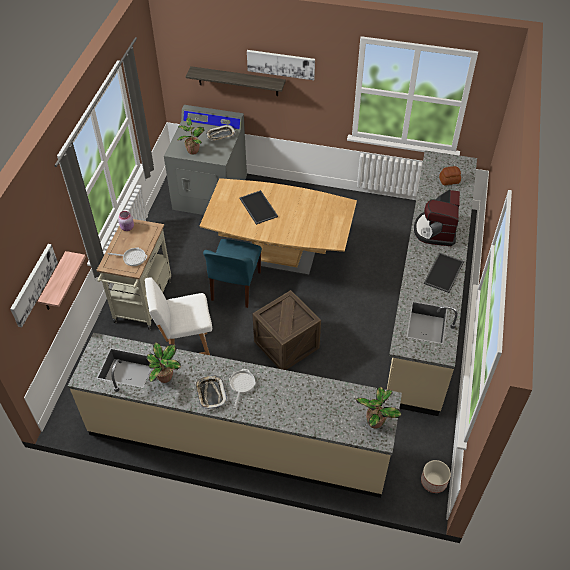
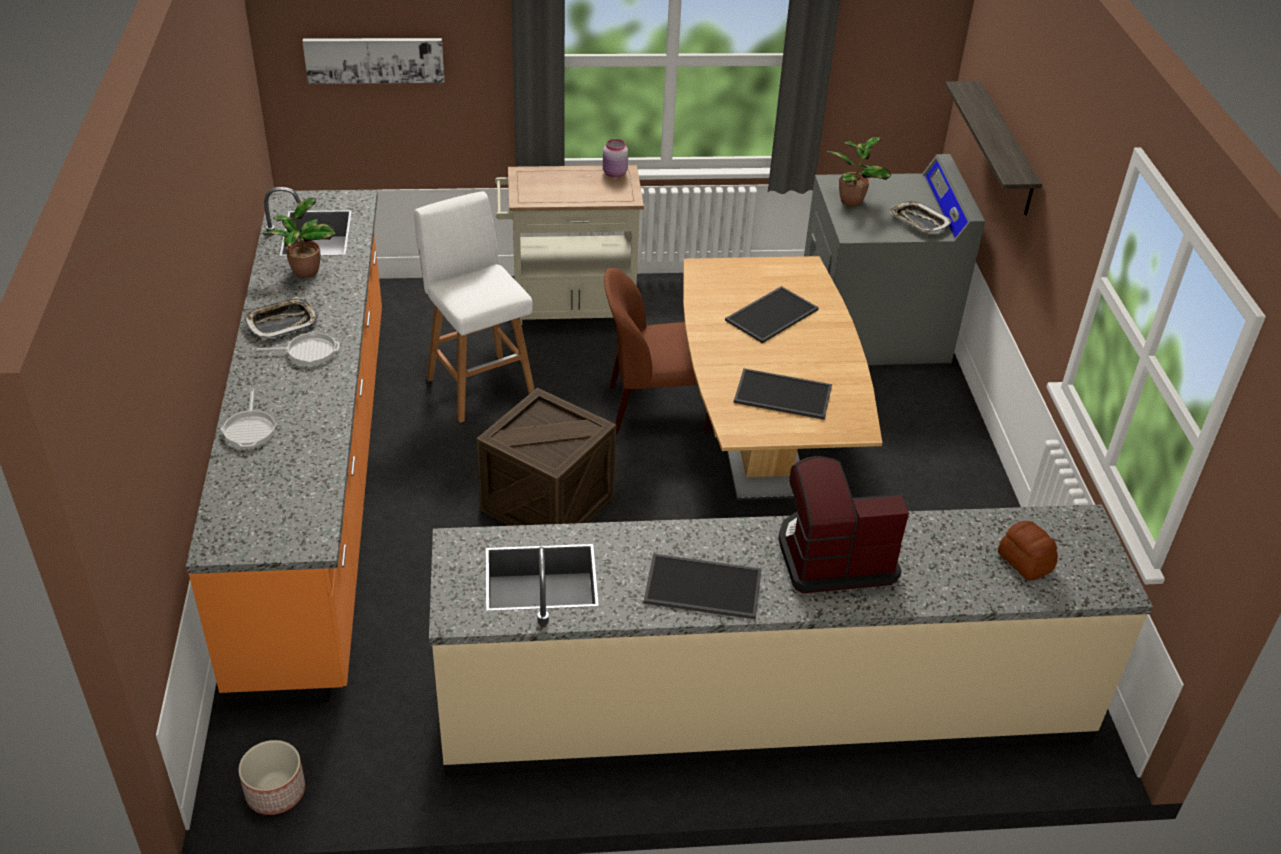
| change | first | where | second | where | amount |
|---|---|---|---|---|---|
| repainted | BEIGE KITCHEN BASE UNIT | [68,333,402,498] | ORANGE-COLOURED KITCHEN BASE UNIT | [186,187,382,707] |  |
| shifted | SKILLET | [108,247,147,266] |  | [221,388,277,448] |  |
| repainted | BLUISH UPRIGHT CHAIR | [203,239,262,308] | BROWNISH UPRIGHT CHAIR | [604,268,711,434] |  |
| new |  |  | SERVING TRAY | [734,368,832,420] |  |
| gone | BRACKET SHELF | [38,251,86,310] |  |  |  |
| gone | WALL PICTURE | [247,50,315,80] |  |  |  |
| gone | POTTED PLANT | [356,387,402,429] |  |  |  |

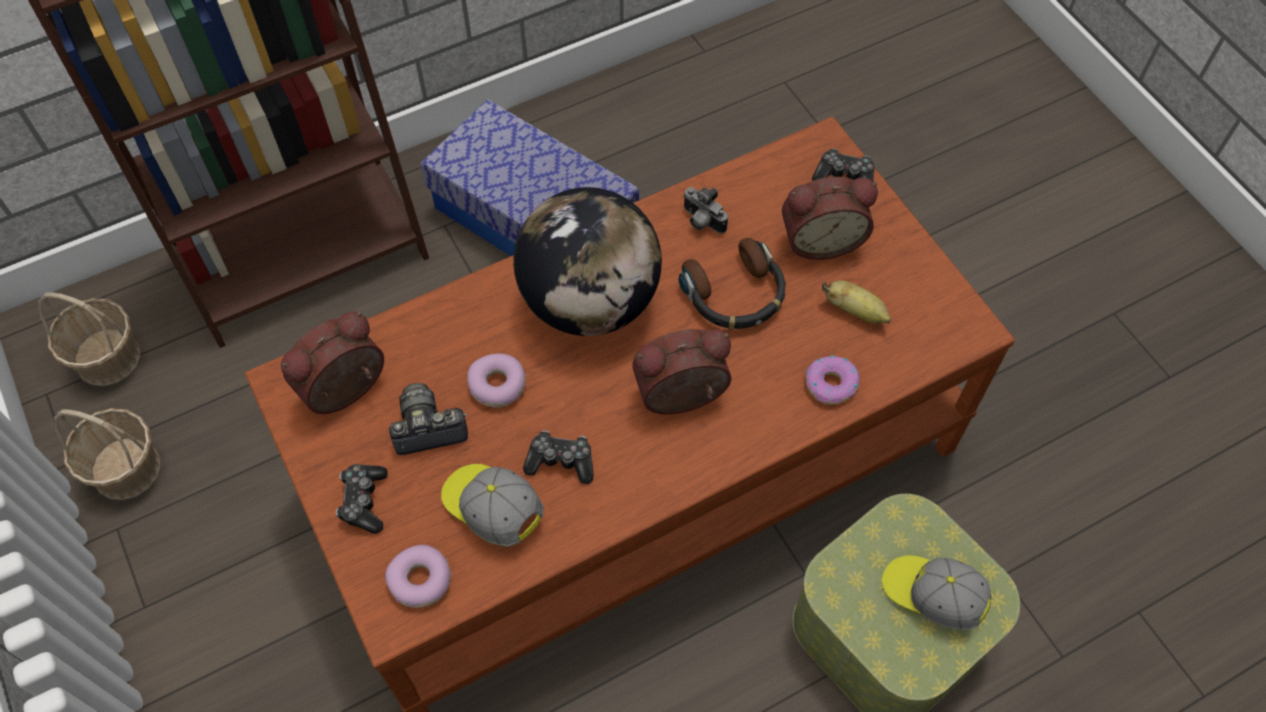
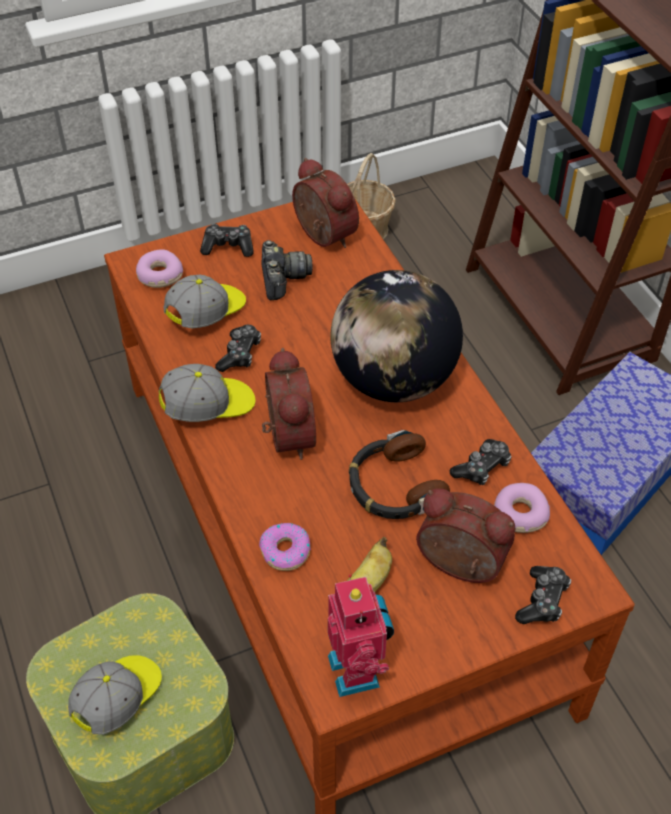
| change | first | where | second | where | amount |
|---|---|---|---|---|---|
| new |  |  | CAP | [159,364,256,422] |  |
| new |  |  | TOY ROBOT | [328,574,394,697] |  |
| rotated | TABLE CLOCK | [782,177,878,260] |  | [416,488,515,583] | 120 degrees clockwise |
| swapped | PHOTO CAMERA | [683,187,728,234] | JOYPAD | [450,439,512,485] |  |
| shifted | DONUT | [467,353,526,407] |  | [494,483,550,533] |  |
| gone | HOUSEHOLD BASKET | [38,293,140,386] |  |  |  |

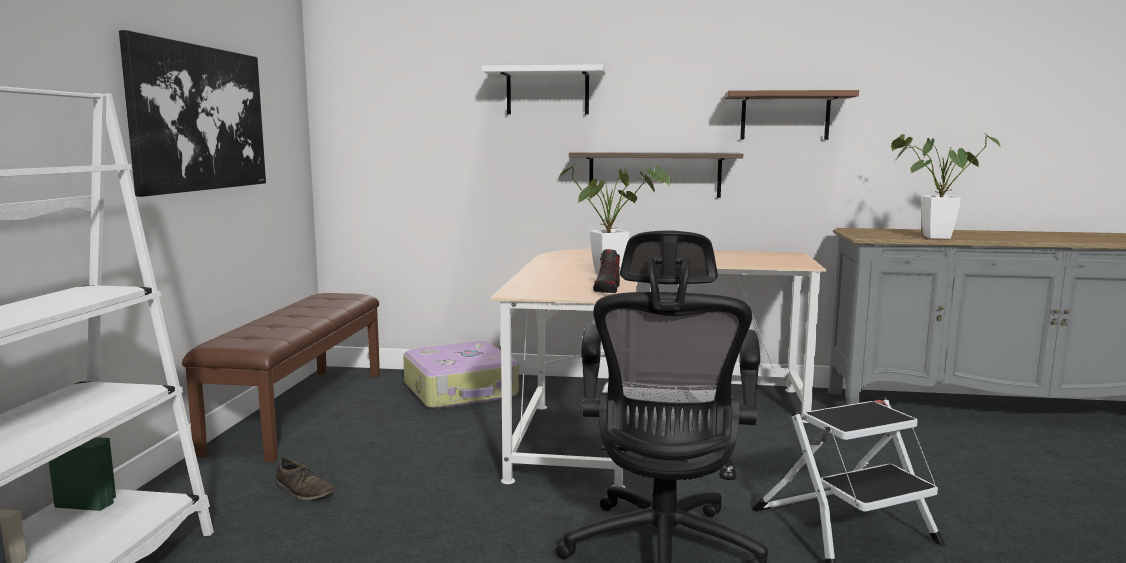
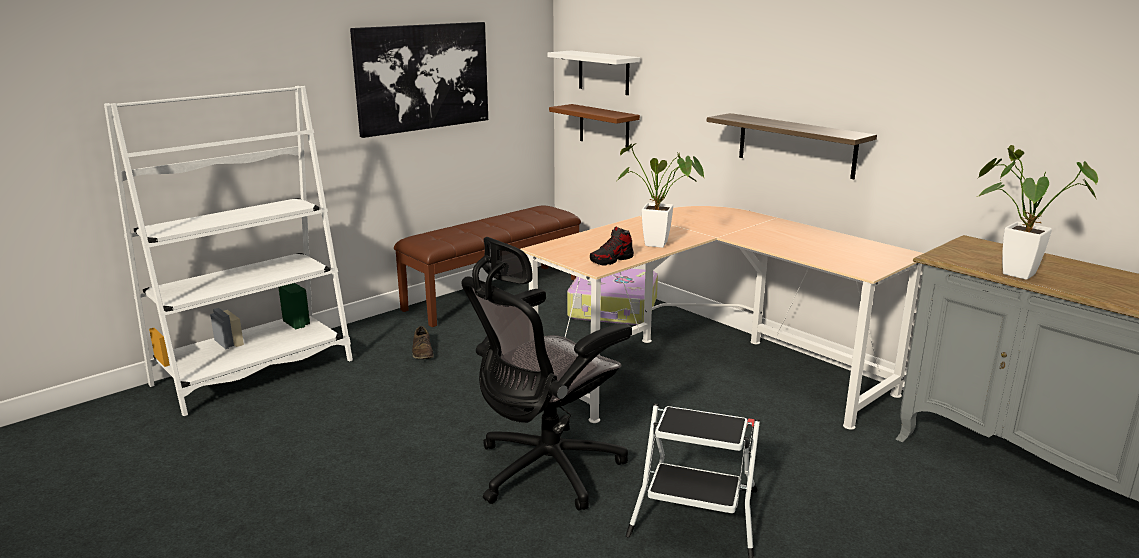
| change | first | where | second | where | amount |
|---|---|---|---|---|---|
| shifted | WHITE-COLOURED BRACKET SHELF | [482,64,606,114] |  | [547,51,640,95] |  |
| shifted | BROWNISH BRACKET SHELF | [725,90,859,140] |  | [549,104,640,151] |  |

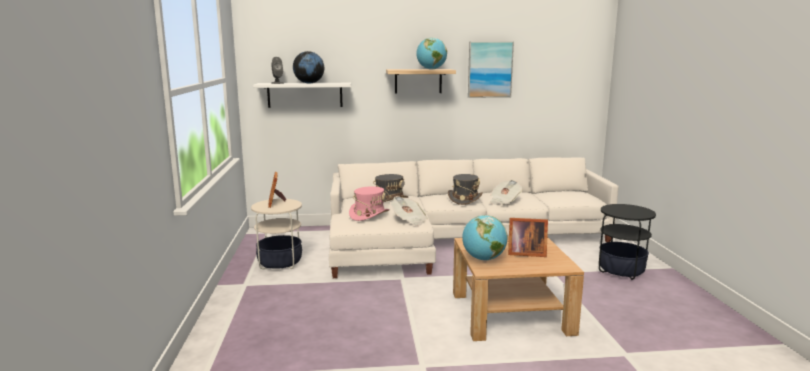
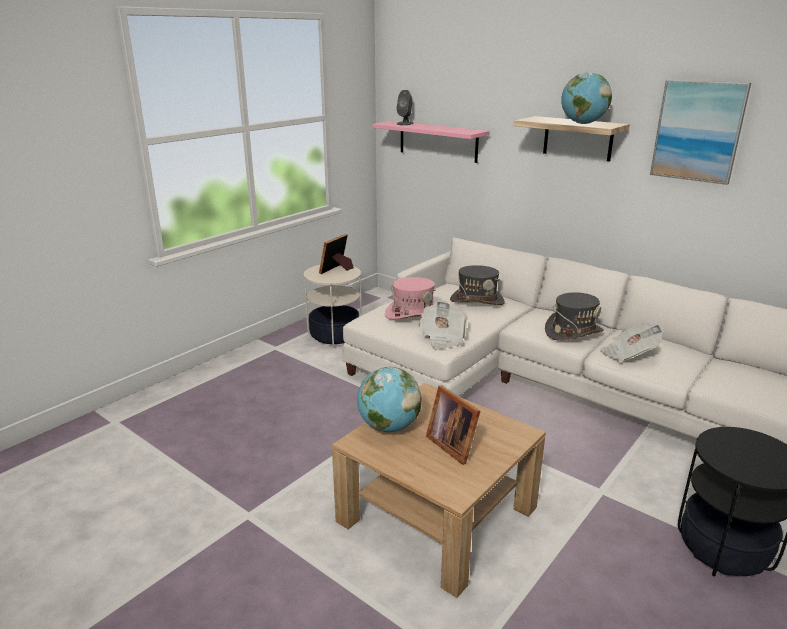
| change | first | where | second | where | amount |
|---|---|---|---|---|---|
| repainted | WHITE-COLOURED BRACKET SHELF | [253,83,351,108] | PINK BRACKET SHELF | [372,121,490,163] |  |
| gone | GLOBE | [293,51,324,83] |  |  |  |

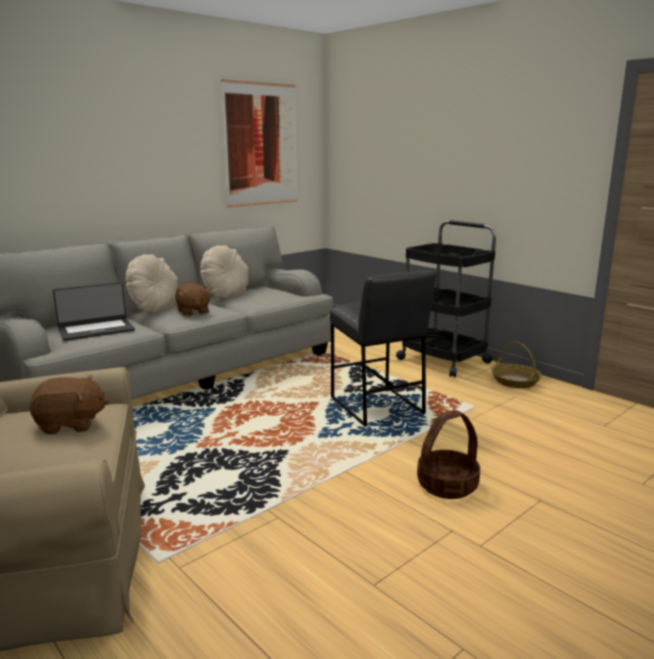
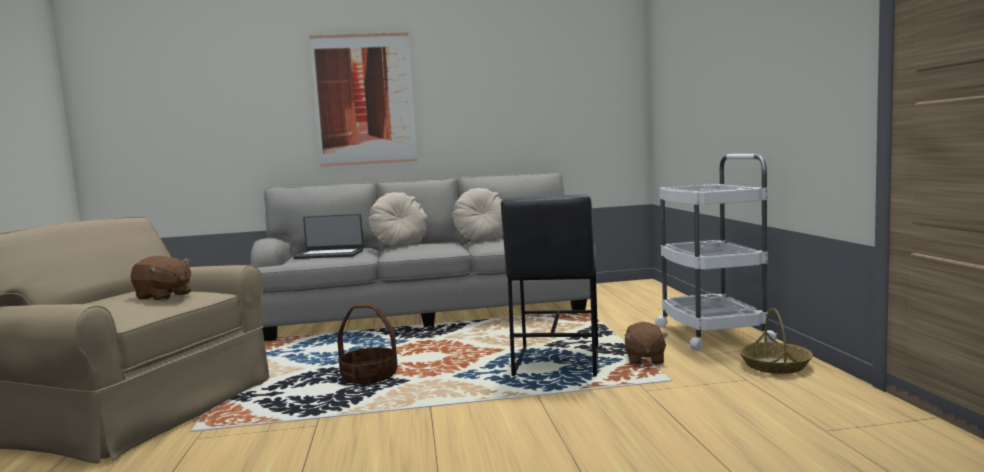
| change | first | where | second | where | amount |
|---|---|---|---|---|---|
| shifted | WALL PICTURE | [221,79,297,207] |  | [309,32,417,167] |  |
| shifted | HOUSEHOLD BASKET | [417,410,480,499] |  | [337,304,398,384] |  |
| shifted | BROWNISH CUDDLY TOY | [175,283,211,316] |  | [624,322,668,365] |  |
| repainted | BLACK-COLOURED CART | [396,220,496,377] | WHITE-COLOURED CART | [655,154,777,351] |  |

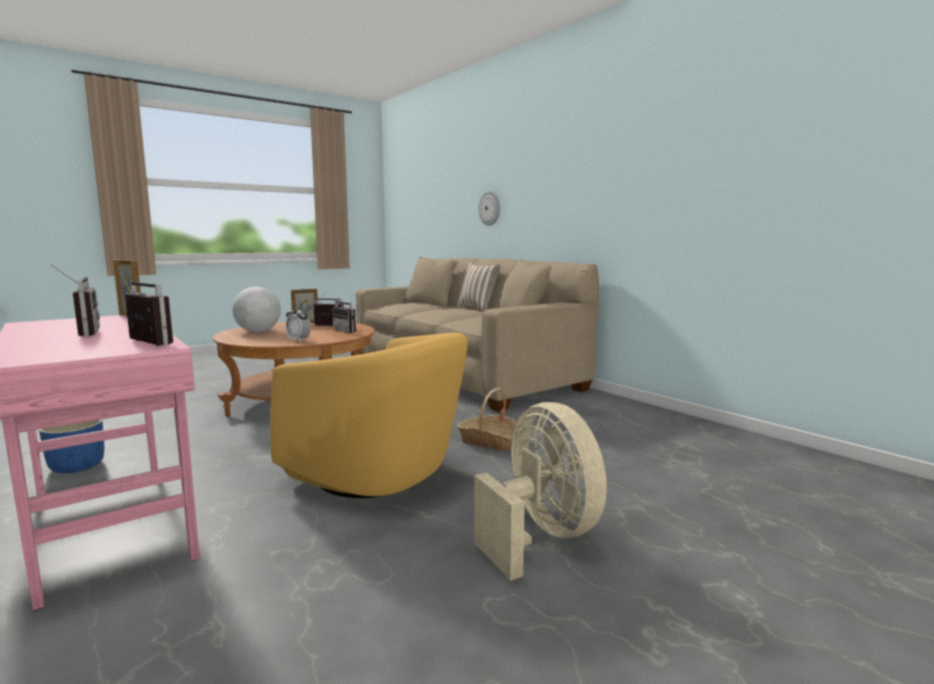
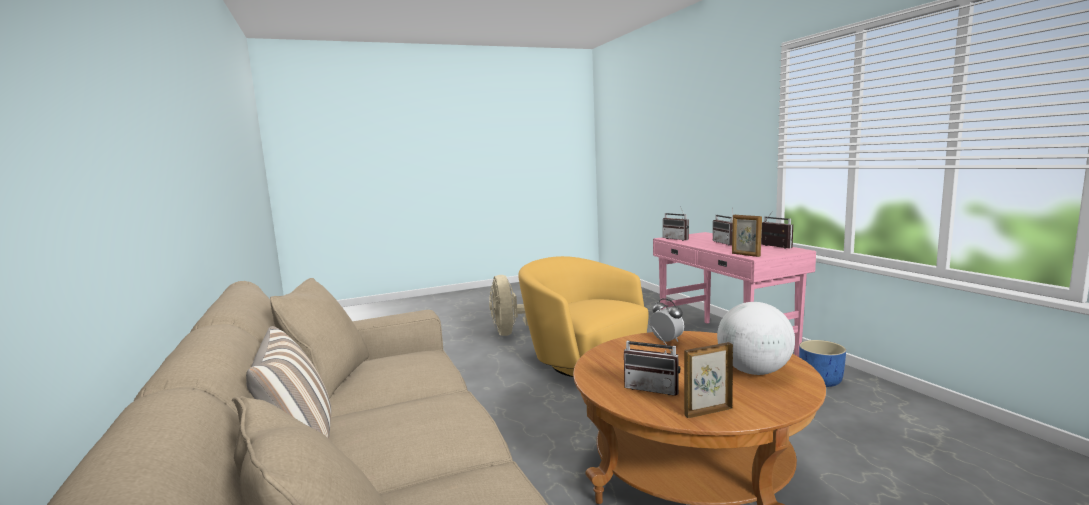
| change | first | where | second | where | amount |
|---|---|---|---|---|---|
| shifted | RADIO RECEIVER | [332,301,356,333] |  | [761,212,793,249] |  |
| gone | HOUSEHOLD BASKET | [457,388,517,451] |  |  |  |
| gone | WALL CLOCK | [478,191,500,226] |  |  |  |

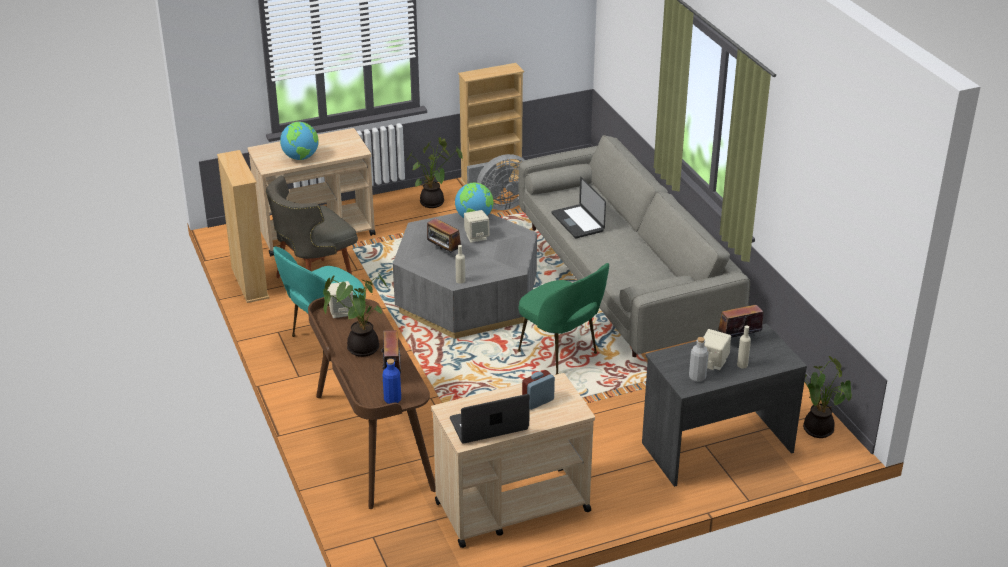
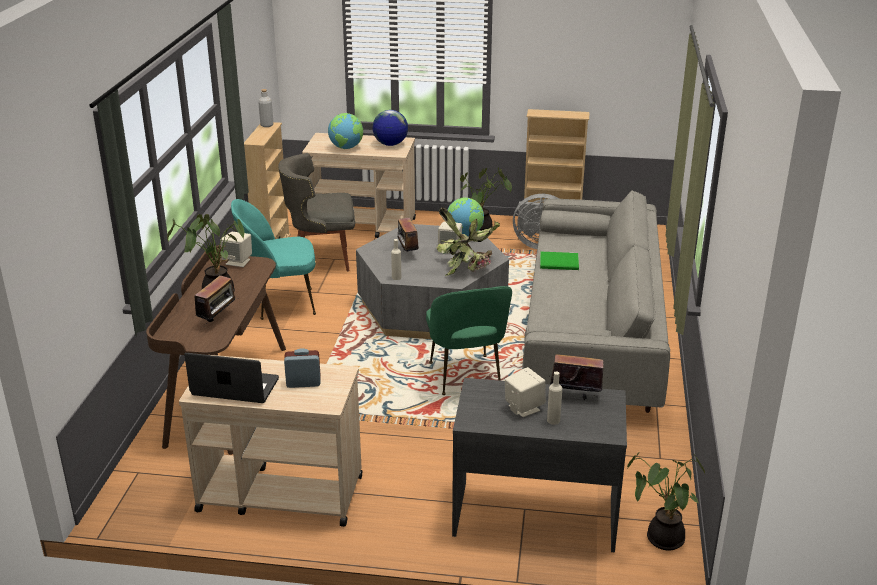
| change | first | where | second | where | amount |
|---|---|---|---|---|---|
| shifted | GREY BOTTLE | [689,337,709,382] |  | [258,89,273,127] |  |
| new |  |  | GLOBE | [373,110,408,146] |  |
| new |  |  | POTTED PLANT | [437,208,500,276] |  |
| swapped | PORTABLE COMPUTER | [552,177,606,238] | GREENISH BOUND BOOK | [540,252,579,270] |  |
| gone | BLUISH BOTTLE | [383,359,401,404] |  |  |  |

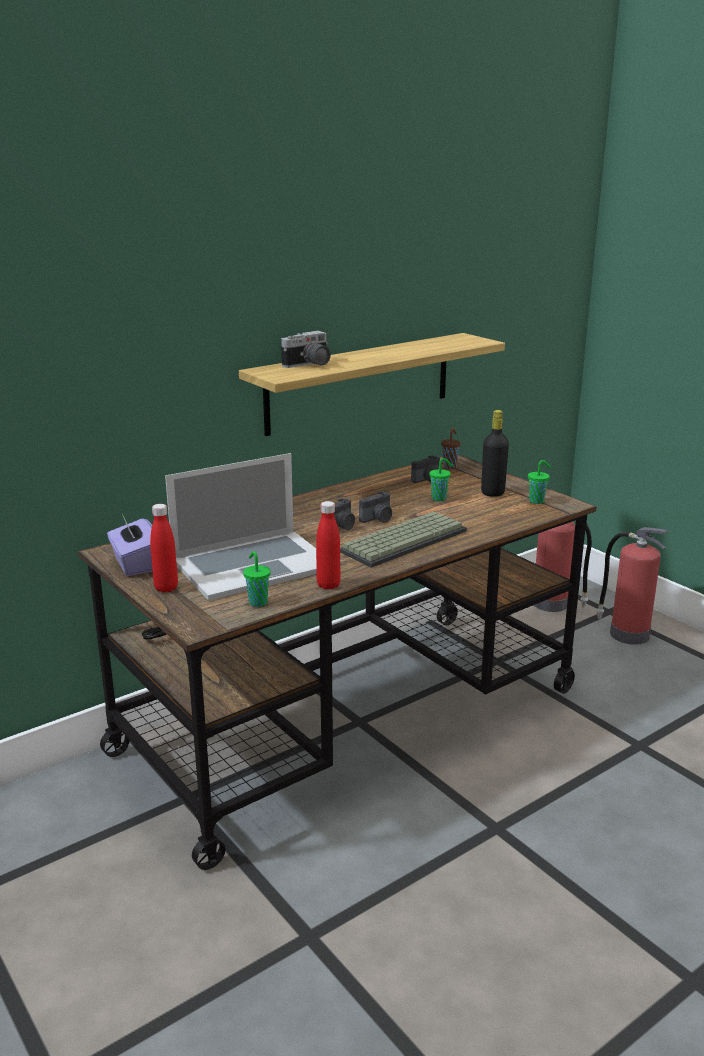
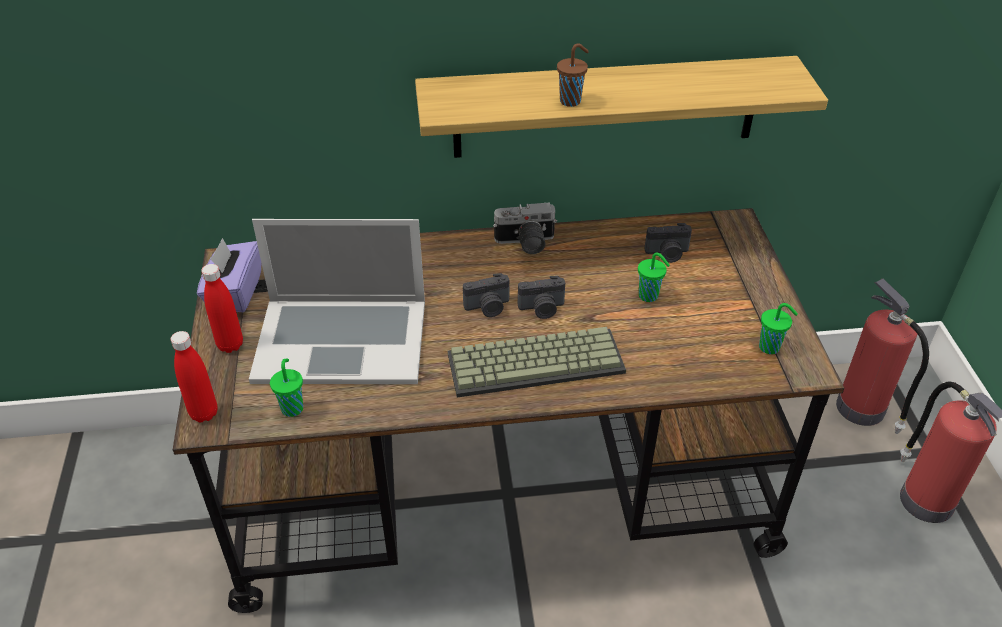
| change | first | where | second | where | amount |
|---|---|---|---|---|---|
| shifted | RED BOTTLE | [316,501,340,589] |  | [171,331,218,422] |  |
| shifted | PHOTO CAMERA | [281,331,331,368] |  | [493,203,557,254] |  |
| shifted | BROWNISH SMALL CUP | [441,428,461,468] |  | [557,43,589,107] |  |
| gone | BLACK-COLOURED BOTTLE | [481,410,509,497] |  |  |  |

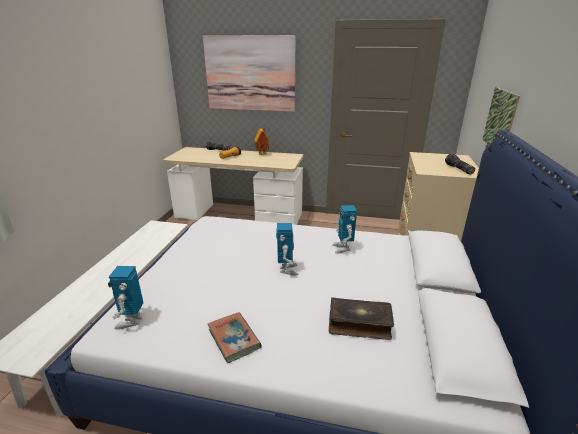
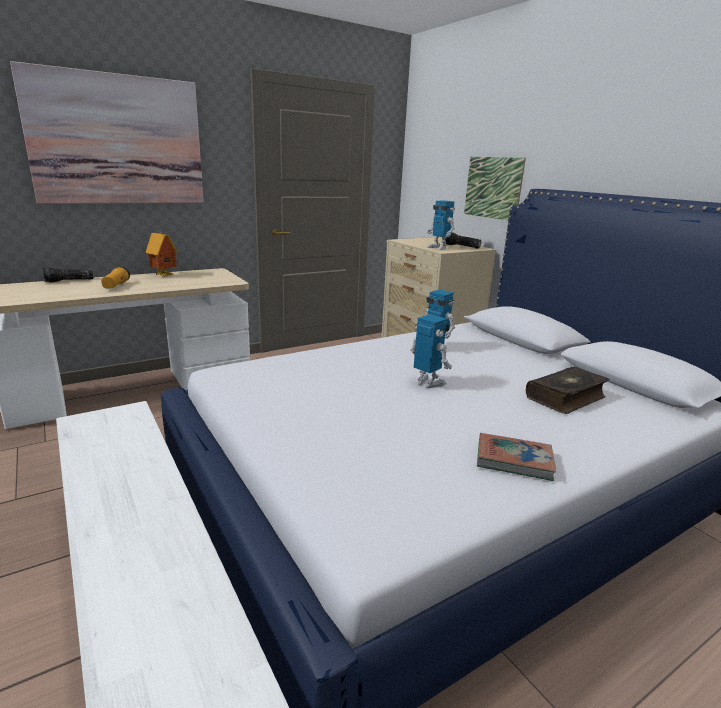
| change | first | where | second | where | amount |
|---|---|---|---|---|---|
| shifted | TOY ROBOT | [108,266,143,329] |  | [427,201,455,250] |  |

